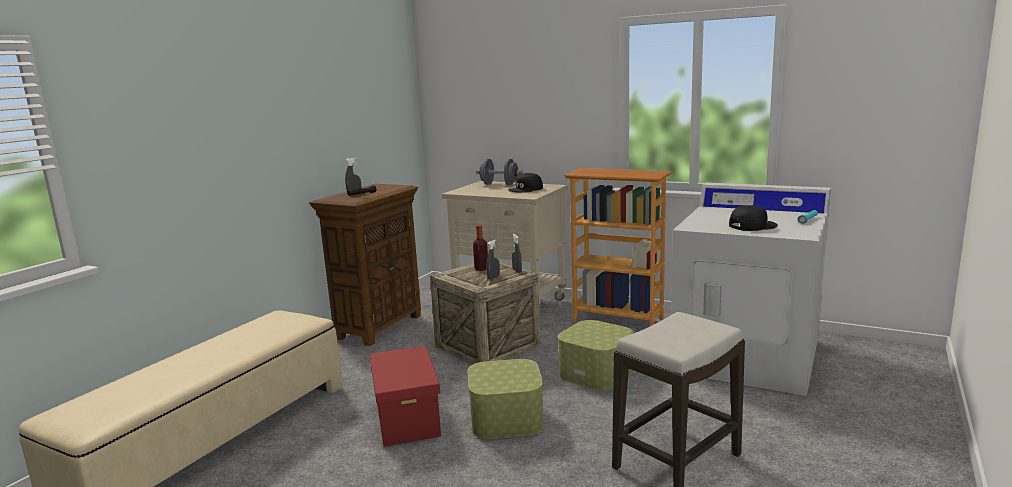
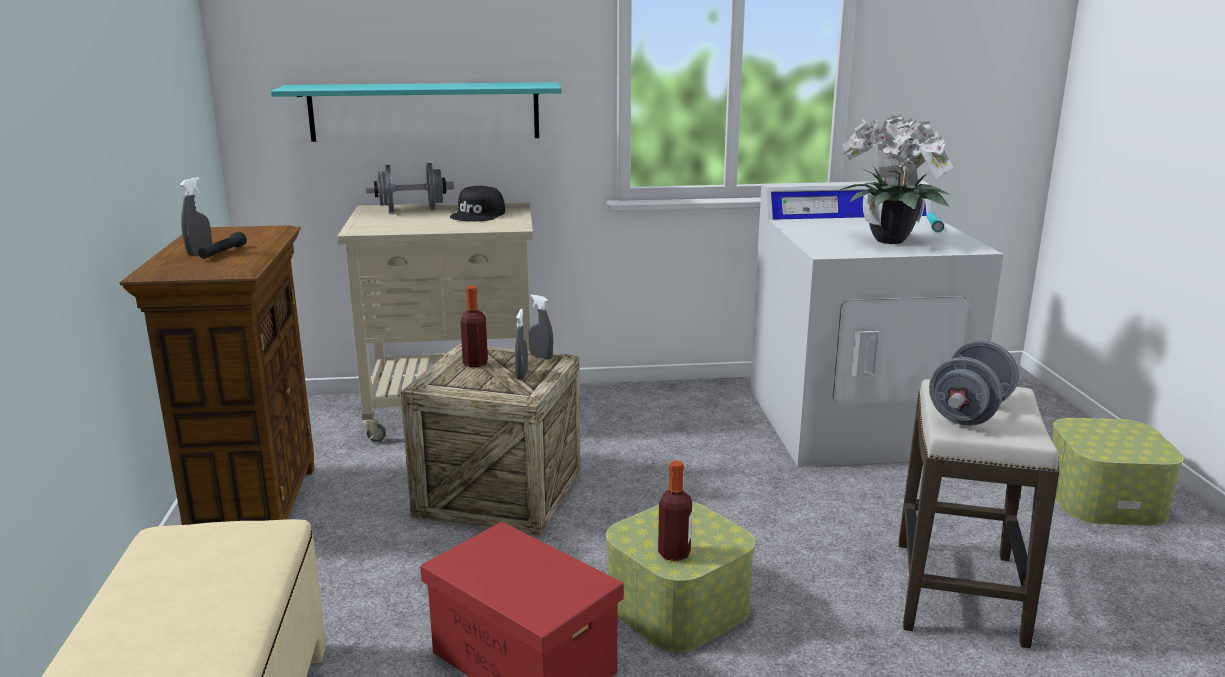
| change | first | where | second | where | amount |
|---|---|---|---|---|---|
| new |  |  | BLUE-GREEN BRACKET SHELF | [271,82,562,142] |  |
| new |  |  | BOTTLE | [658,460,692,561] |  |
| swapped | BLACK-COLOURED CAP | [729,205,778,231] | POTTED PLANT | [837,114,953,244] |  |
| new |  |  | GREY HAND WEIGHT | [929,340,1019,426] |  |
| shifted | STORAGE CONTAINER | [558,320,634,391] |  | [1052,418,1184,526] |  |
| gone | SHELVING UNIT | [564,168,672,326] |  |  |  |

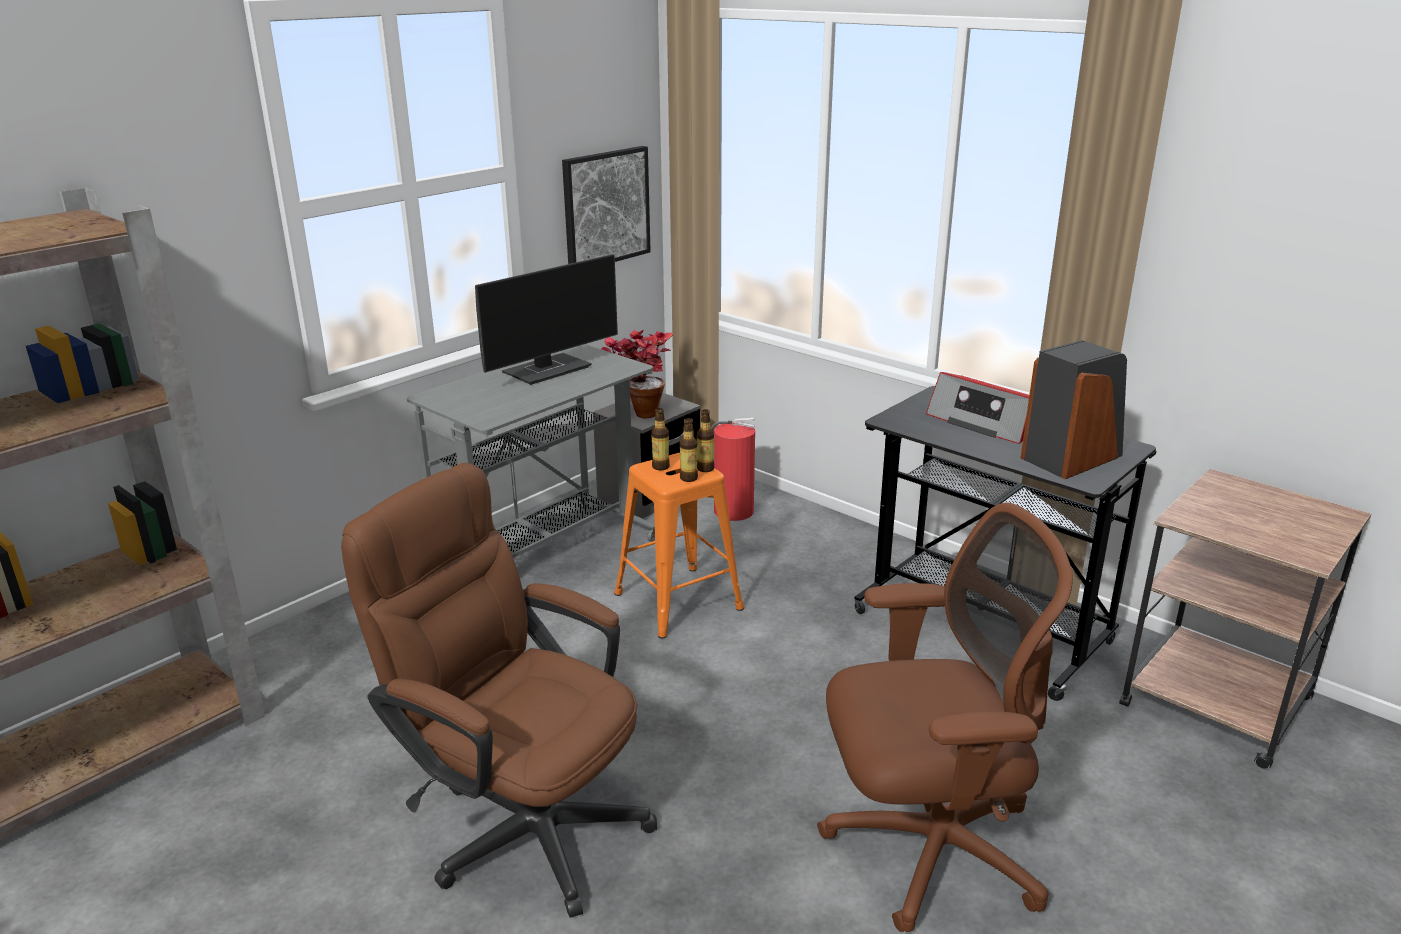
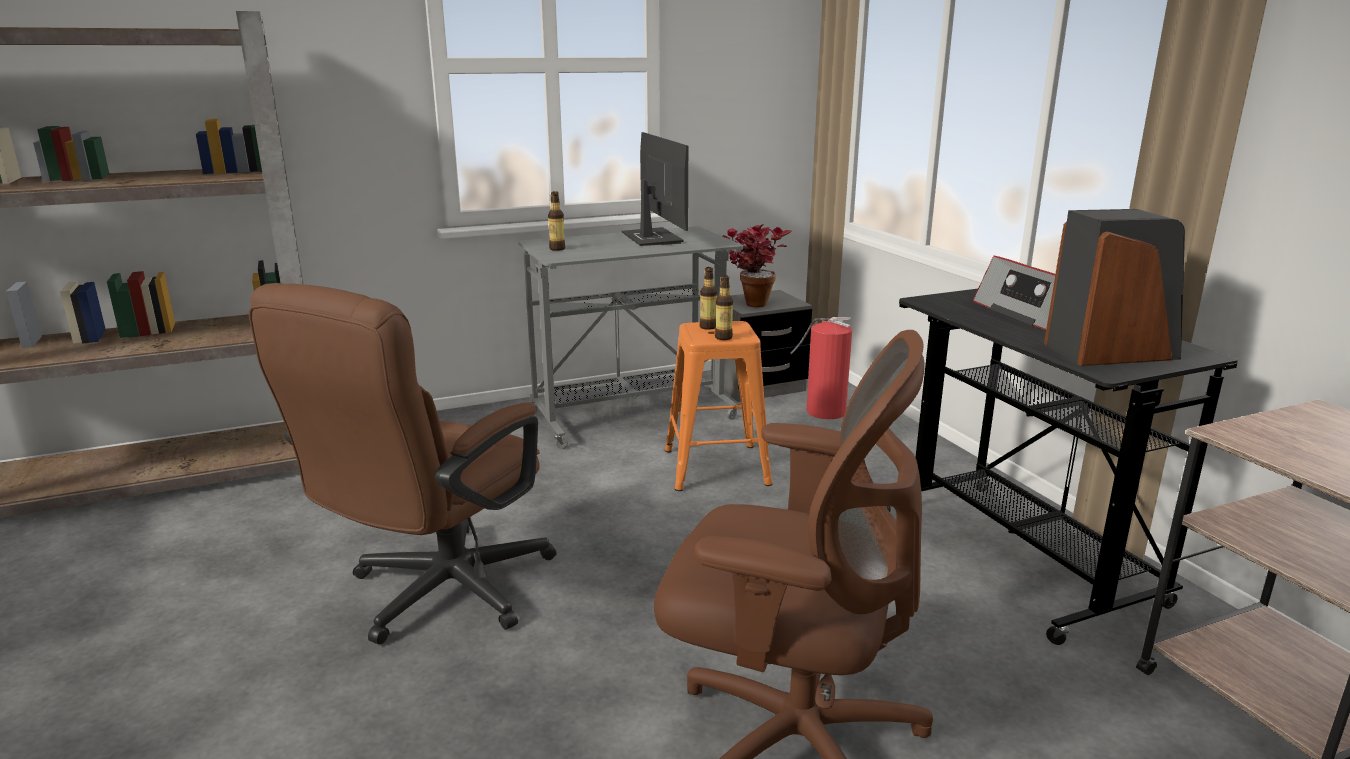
| change | first | where | second | where | amount |
|---|---|---|---|---|---|
| rotated | BROWNISH DESK CHAIR | [341,463,657,918] |  | [249,283,557,644] | 120 degrees counterclockwise |
| shifted | BOTTLE | [697,409,714,472] |  | [548,191,565,251] |  |
| rotated | MONITOR | [475,254,618,385] |  | [622,132,688,246] | 90 degrees counterclockwise |
| gone | WALL PICTURE | [562,146,651,264] |  |  |  |

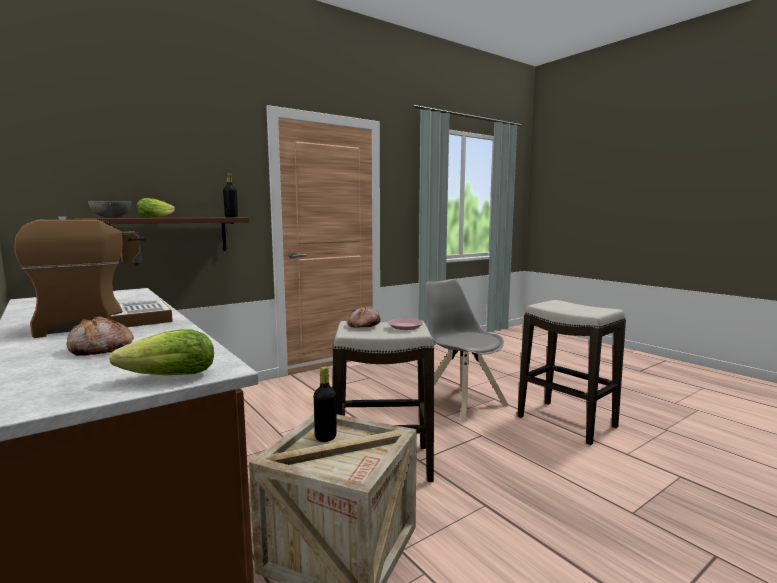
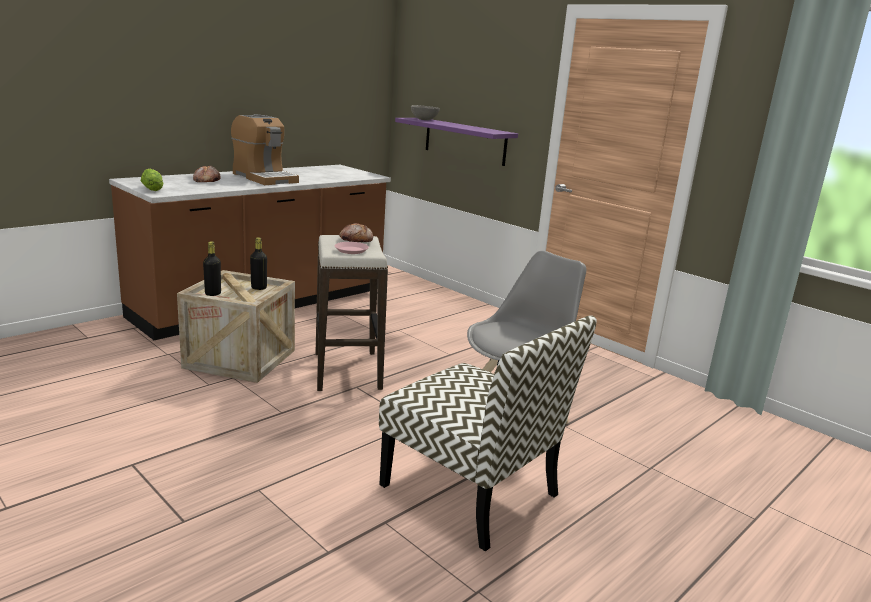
| change | first | where | second | where | amount |
|---|---|---|---|---|---|
| shifted | BLACK-COLOURED BOTTLE | [223,173,238,217] |  | [203,241,221,296] |  |
| swapped | STOOL SEAT | [517,300,626,445] | UPRIGHT CHAIR | [379,315,597,551] |  |
| repainted | BROWNISH BRACKET SHELF | [75,218,249,251] | PURPLE BRACKET SHELF | [395,118,518,166] |  |
| gone | HEAD OF LETTUCE | [137,198,175,218] |  |  |  |

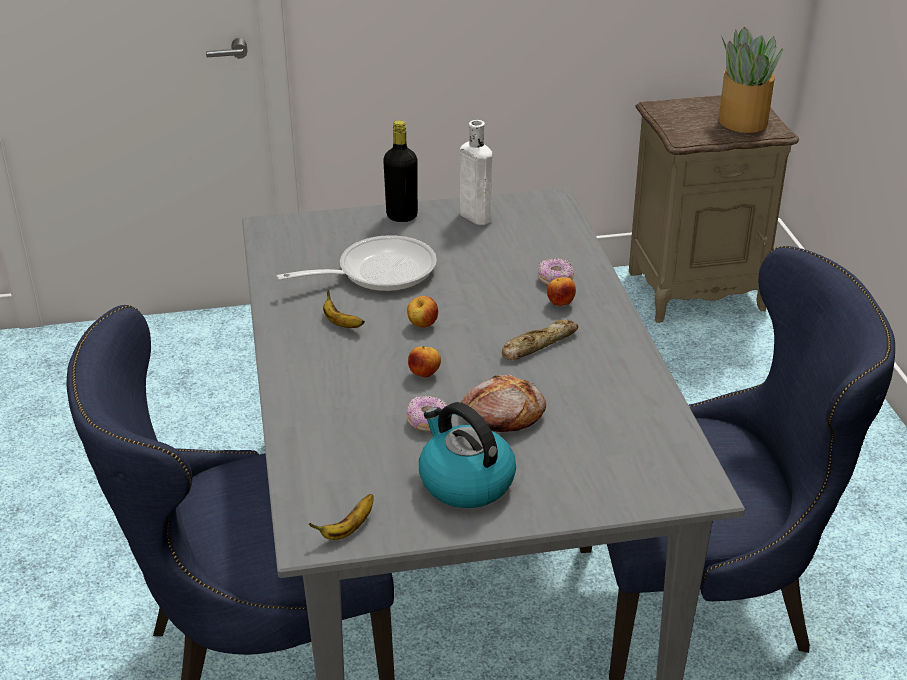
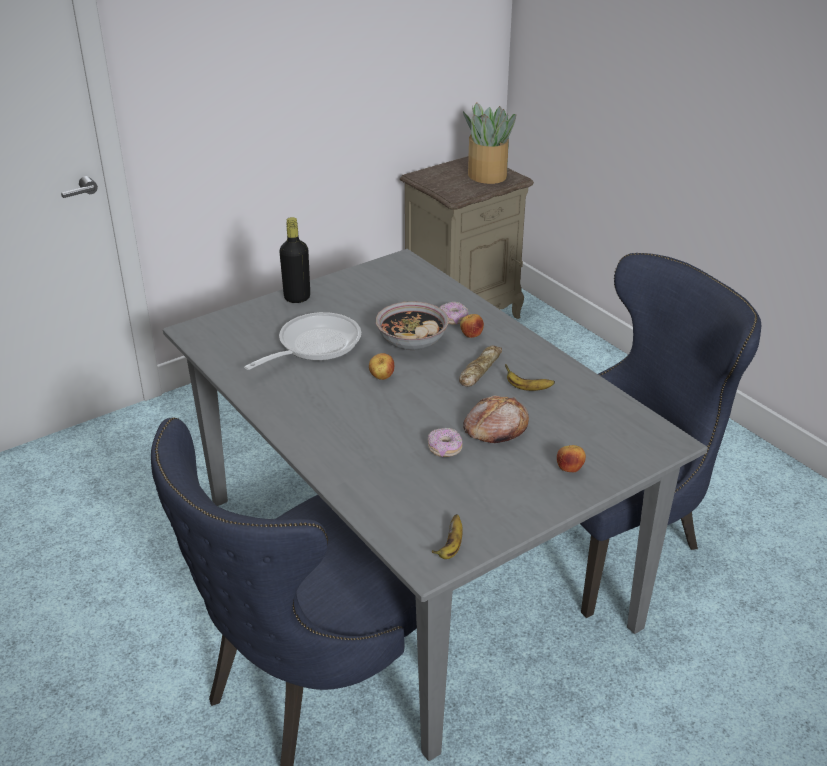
| change | first | where | second | where | amount |
|---|---|---|---|---|---|
| new |  |  | DEEP DISH | [376,301,449,350] |  |
| shifted | BANANA | [323,290,365,328] |  | [505,364,555,391] |  |
| shifted | APPLE FRUIT | [408,346,441,378] |  | [557,445,586,473] |  |
| gone | KETTLE | [419,402,516,508] |  |  |  |
| gone | WHITE-COLOURED BOTTLE | [459,120,493,225] |  |  |  |

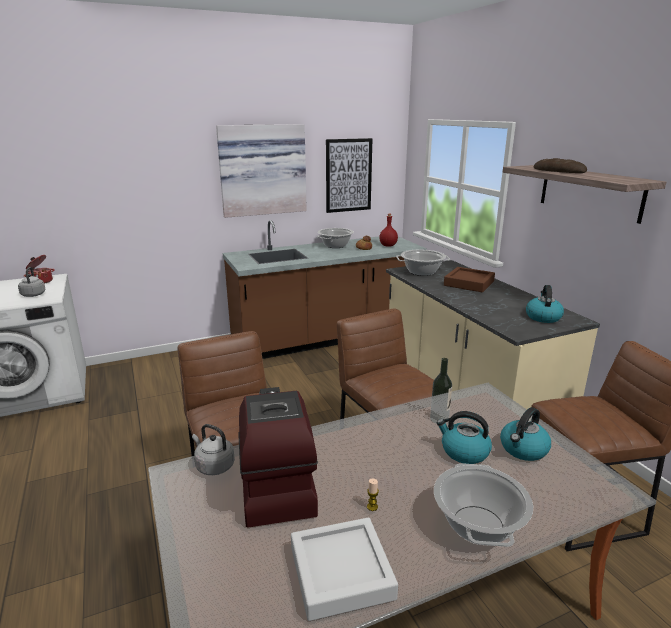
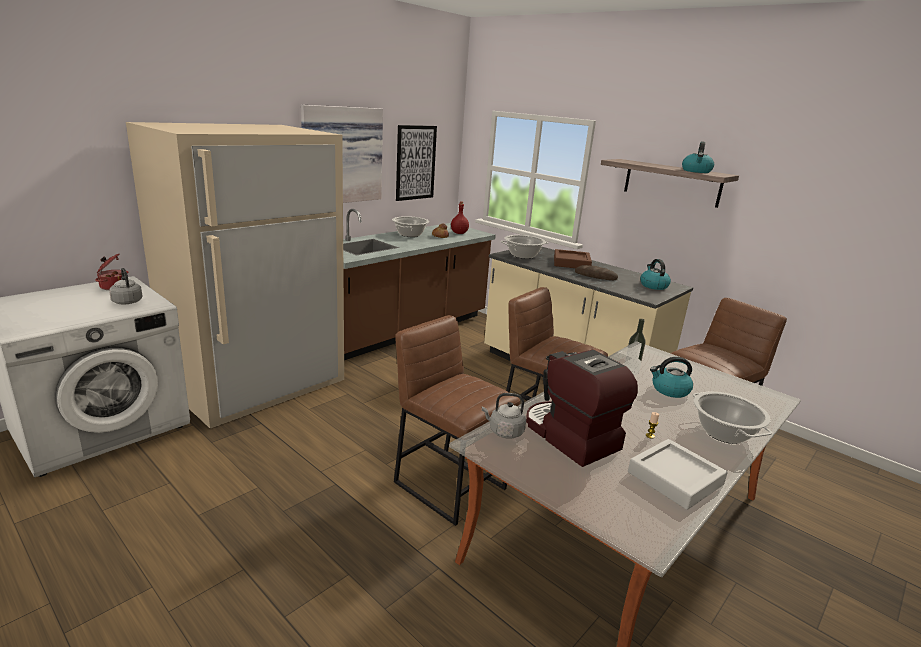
| change | first | where | second | where | amount |
|---|---|---|---|---|---|
| new |  |  | BEIGE KITCHEN FRIDGE | [126,122,344,428] |  |
| shifted | BAKED BREAD | [534,158,587,173] |  | [575,265,618,280] |  |
| shifted | KETTLE | [500,407,551,461] |  | [682,141,714,173] |  |

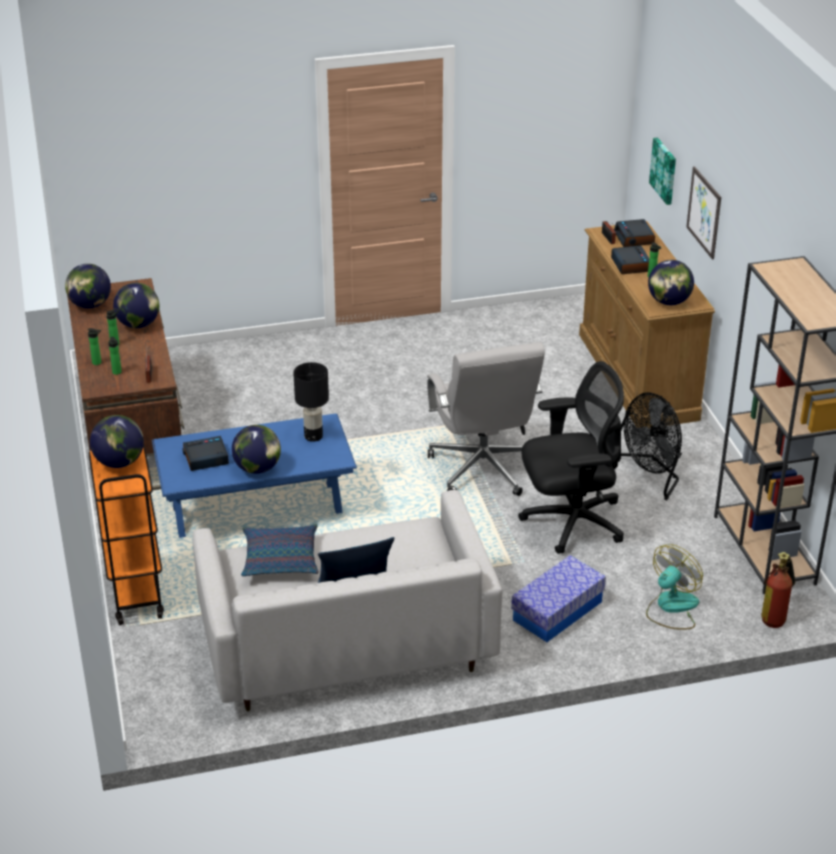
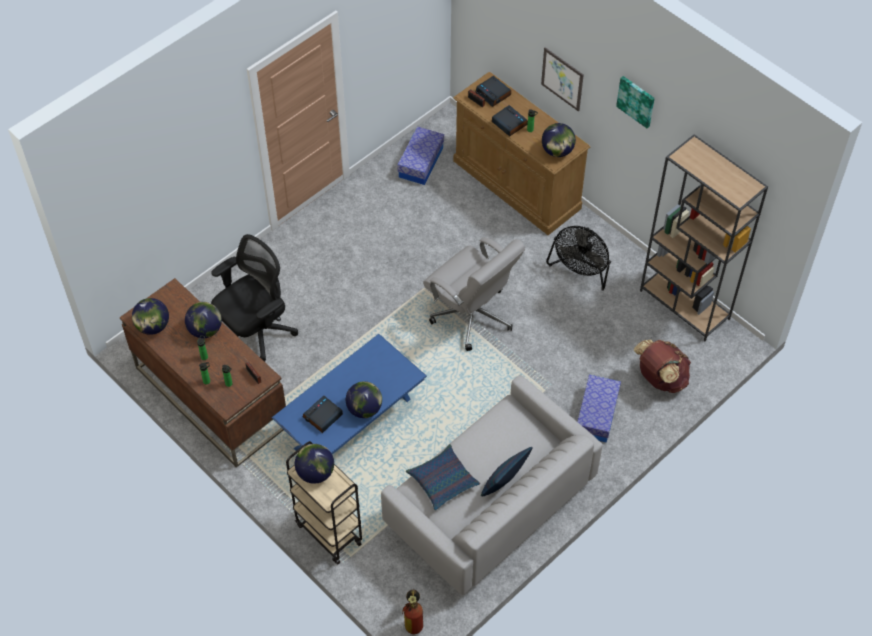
| change | first | where | second | where | amount |
|---|---|---|---|---|---|
| shifted | BLACK-COLOURED DESK CHAIR | [518,361,624,554] |  | [211,234,298,362] |  |
| repainted | ORANGE-COLOURED CART | [89,444,164,625] | BEIGE CART | [286,441,362,564] |  |
| new |  |  | STORAGE CONTAINER | [397,127,444,185] |  |
| shifted | FIRE-FIGHTING CYLINDER | [761,552,795,628] |  | [402,590,423,634] |  |
| shifted | WALL PICTURE | [649,138,676,205] |  | [616,76,655,128] |  |
| swapped | COOLING FAN | [646,544,703,630] | BROWNISH KNAPSACK | [633,340,691,393] |  |
| gone | BLACK-COLOURED TABLE LAMP | [293,362,329,442] |  |  |  |

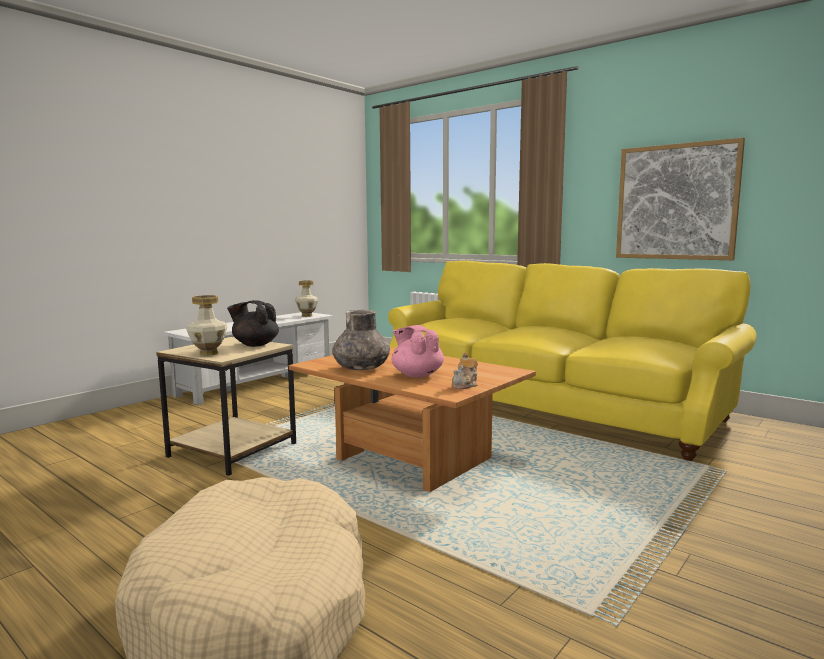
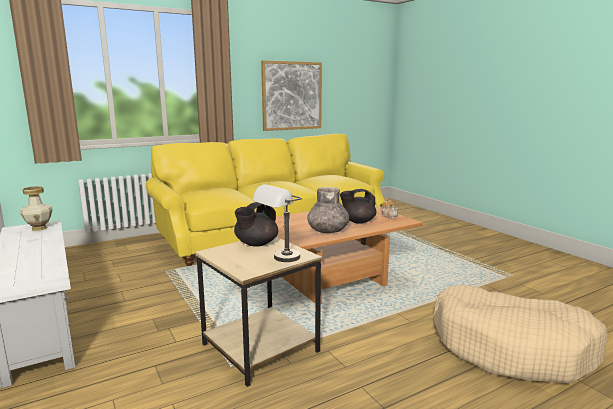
| change | first | where | second | where | amount |
|---|---|---|---|---|---|
| swapped | DECORATIVE VASE | [187,295,227,356] | GREY TABLE LAMP | [253,184,302,262] |  |
| repainted | PINK TEAPOT | [392,325,444,378] | BLACK-COLOURED TEAPOT | [340,189,376,224] |  |

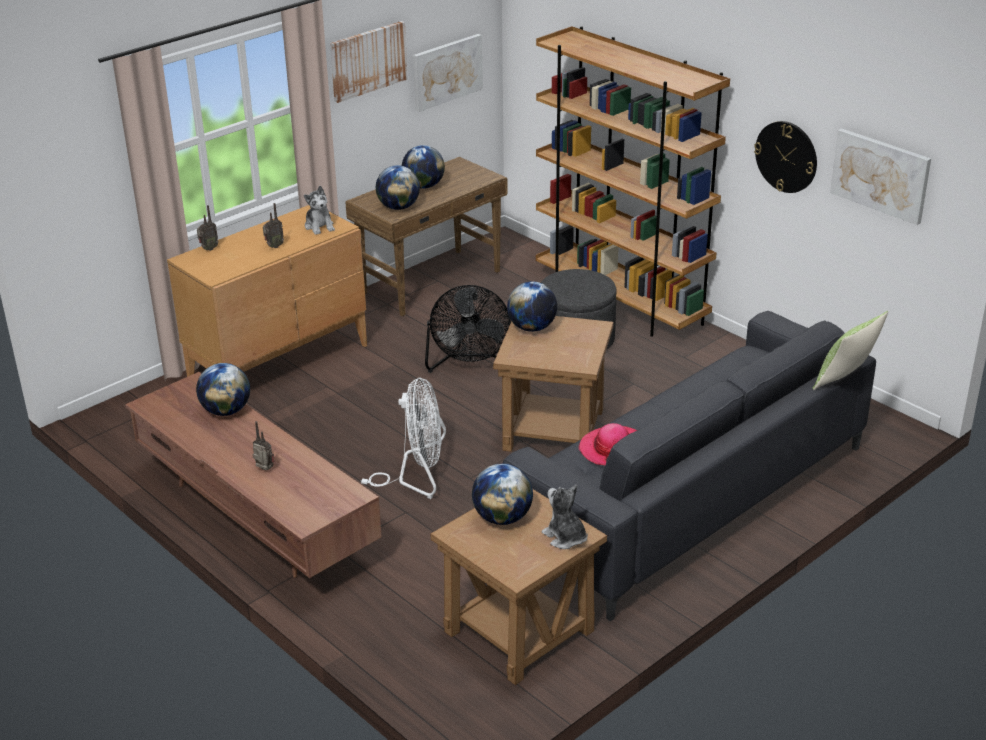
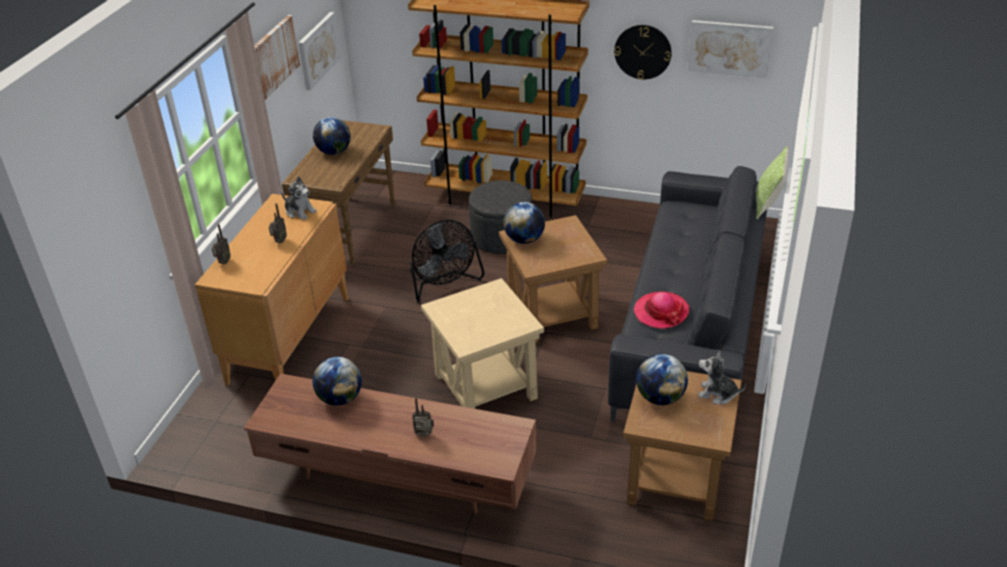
| change | first | where | second | where | amount |
|---|---|---|---|---|---|
| swapped | WHITE-COLOURED COOLING FAN | [361,378,446,499] | BEIGE END TABLE | [421,278,544,409] |  |
| gone | GLOBE | [376,165,420,210] |  |  |  |

